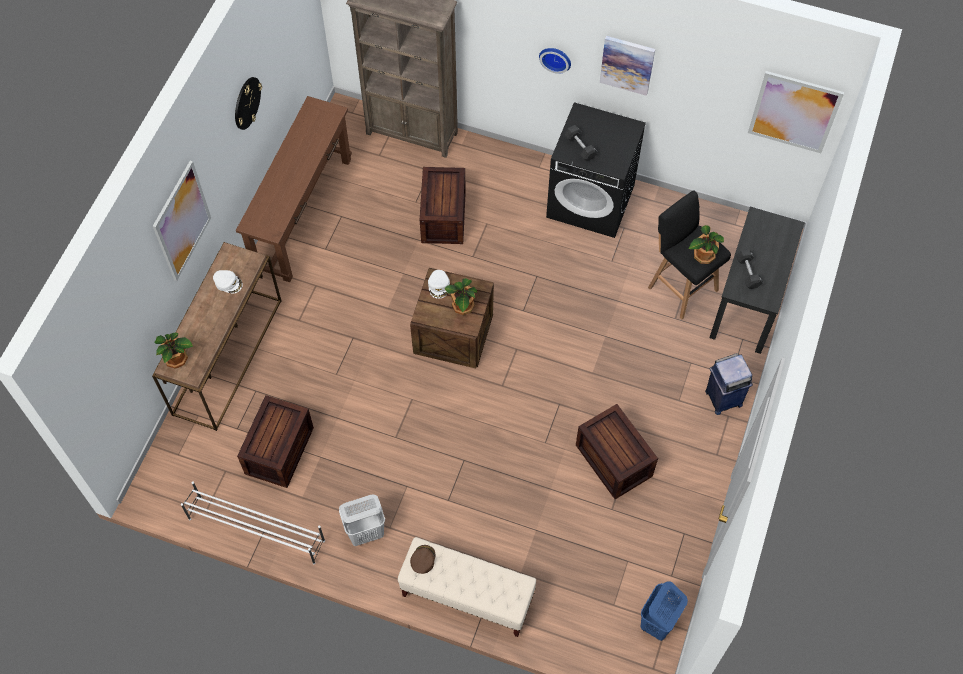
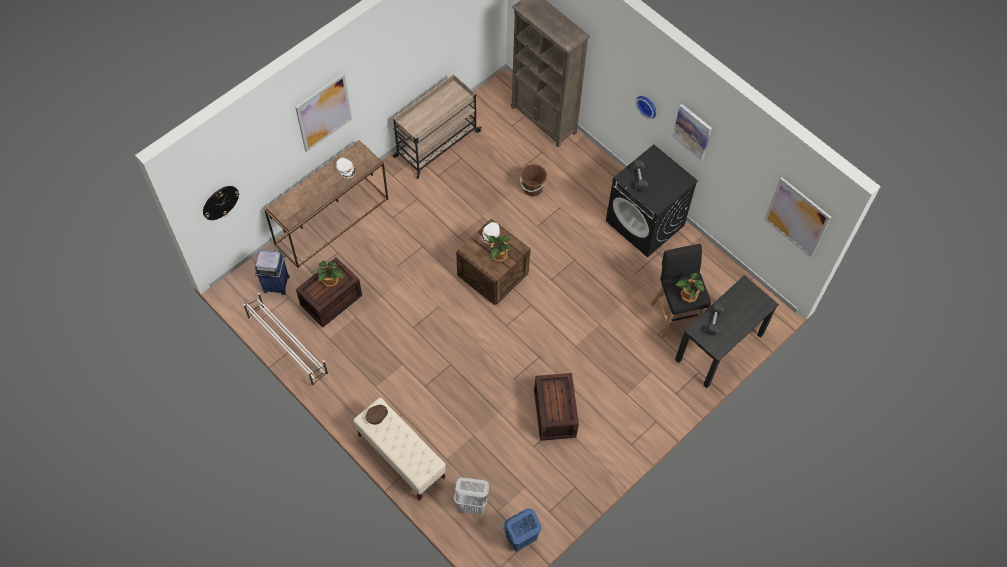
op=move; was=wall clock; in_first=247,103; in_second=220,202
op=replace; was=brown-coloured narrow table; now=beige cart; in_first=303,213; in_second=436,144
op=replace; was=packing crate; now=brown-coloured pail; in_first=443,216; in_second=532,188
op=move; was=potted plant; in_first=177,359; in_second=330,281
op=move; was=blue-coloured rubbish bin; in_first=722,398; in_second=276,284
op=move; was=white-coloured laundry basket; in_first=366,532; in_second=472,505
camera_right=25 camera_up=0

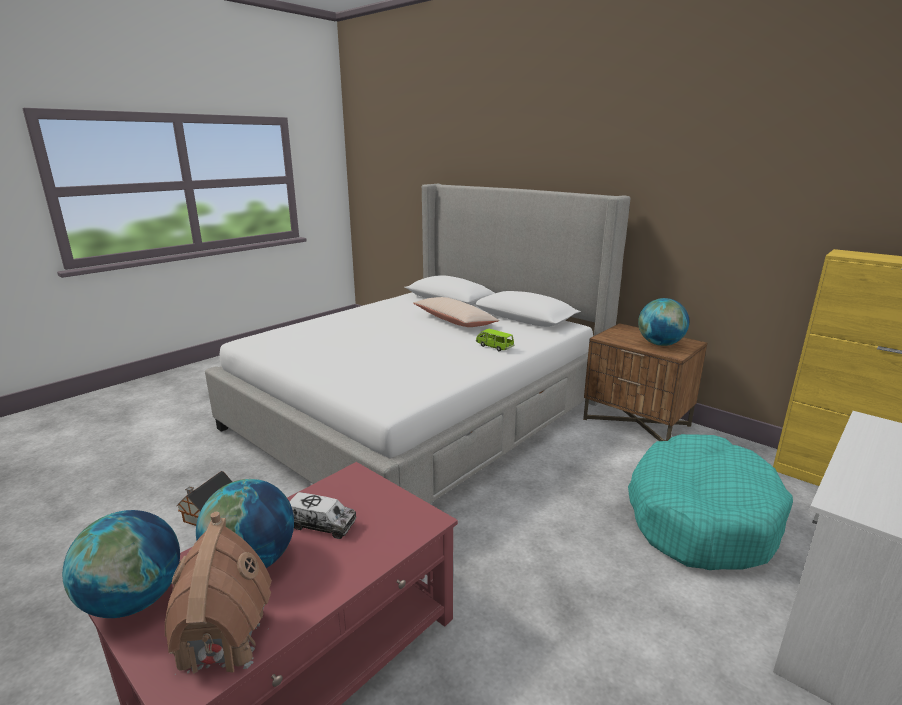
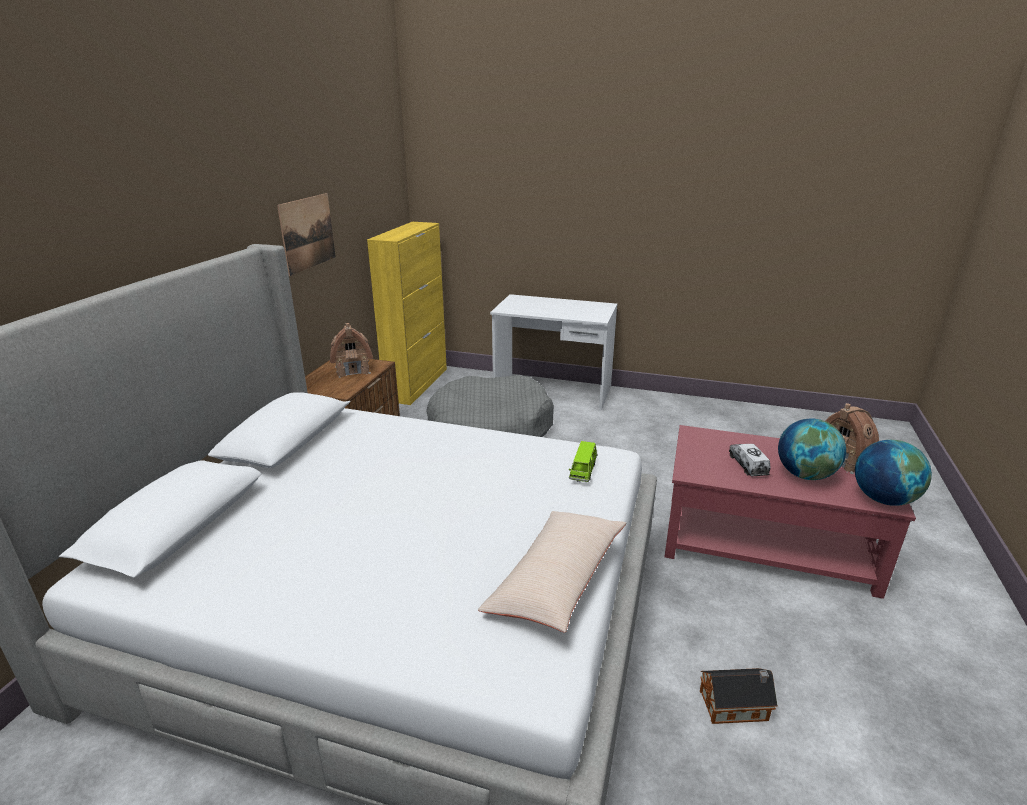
op=move; was=beige cushion; in_first=454,321; in_second=557,579
op=replace; was=desk globe; now=miniature house; in_first=660,344; in_second=352,370
op=move; was=green miniature car; in_first=494,347; in_second=583,471
op=recolor; was=turquoise pet bed; now=gray pet bed; in_first=700,516; in_second=490,427
op=insert; now=wall picture; in_second=308,233
camera_right=-115 camera_up=5

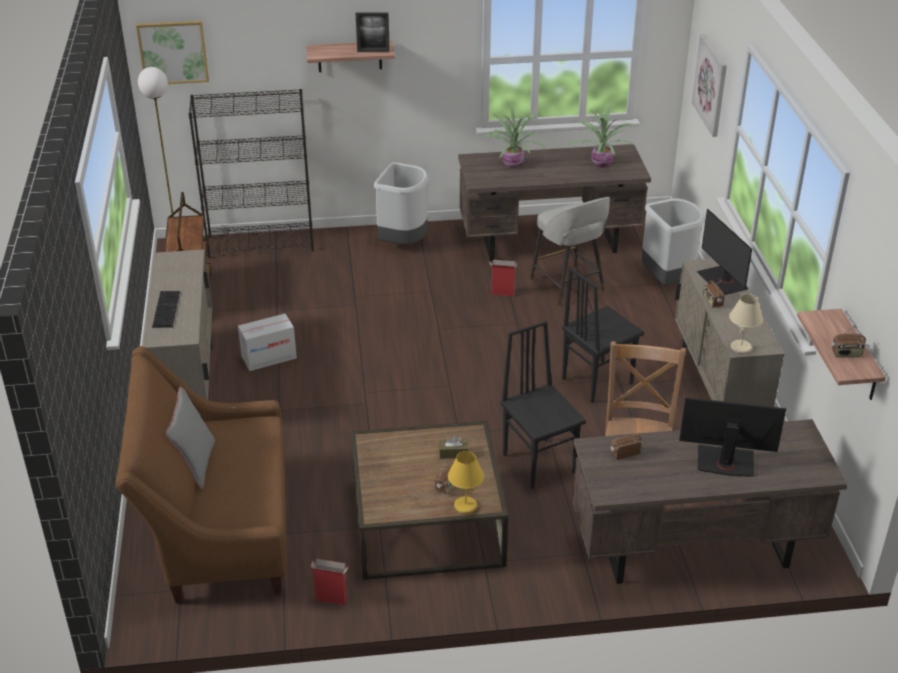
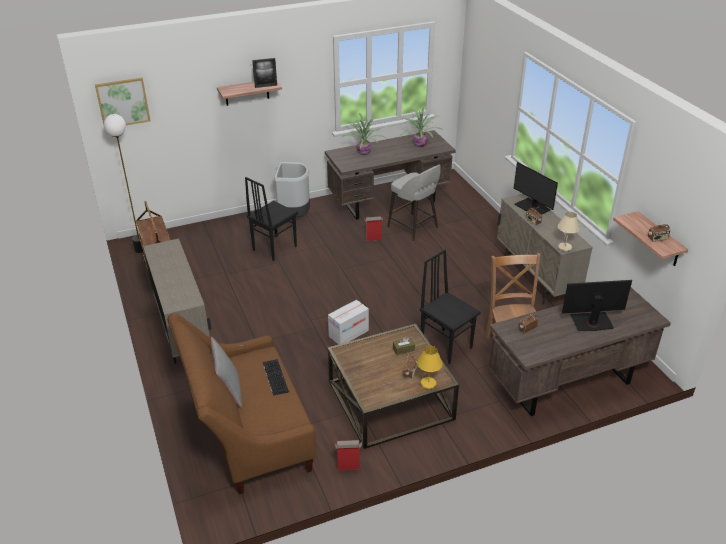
op=delete; was=wall picture; in_first=711,84
op=delete; was=black-coloured bookshelf; in_first=261,243
op=delete; was=gray rubbish bin; in_first=667,281
op=move; was=black-coloured upright chair; in_first=596,381; in_second=274,248
op=move; was=computer keyboard; in_first=165,309; in_second=274,377
op=move; was=cardboard box; in_first=269,357; in_second=348,333
camera_right=-15 camera_up=0

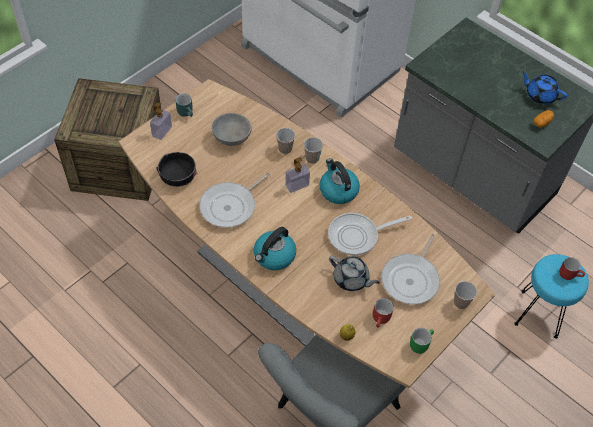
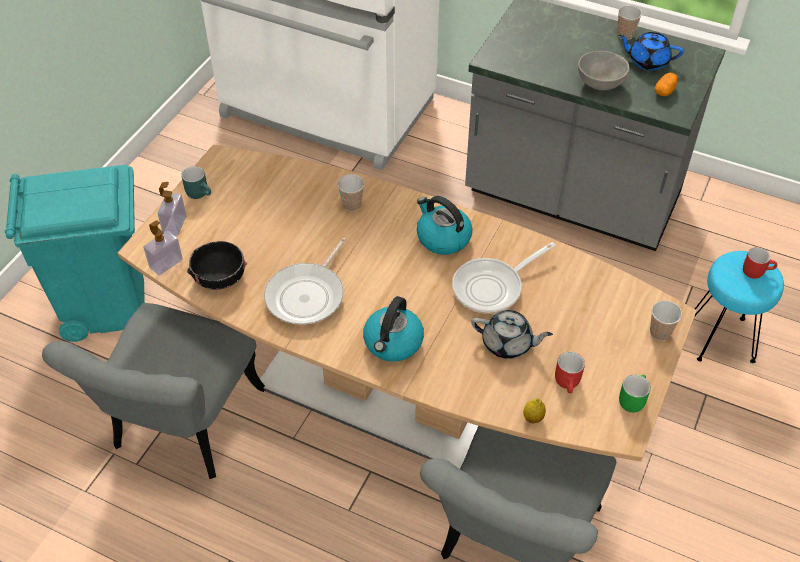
op=replace; was=packing crate; now=turquoise rubbish bin; in_first=119,165; in_second=106,303
op=move; was=gray bowl; in_first=231,138; in_second=599,83
op=move; was=small cup; in_first=312,158; in_second=625,35
op=move; was=liquid soap bottle; in_first=297,185; in_second=166,263
op=delete; was=pan; in_first=411,279
op=insert; now=gray upright chair; in_second=181,431
camera_right=-15 camera_up=-5

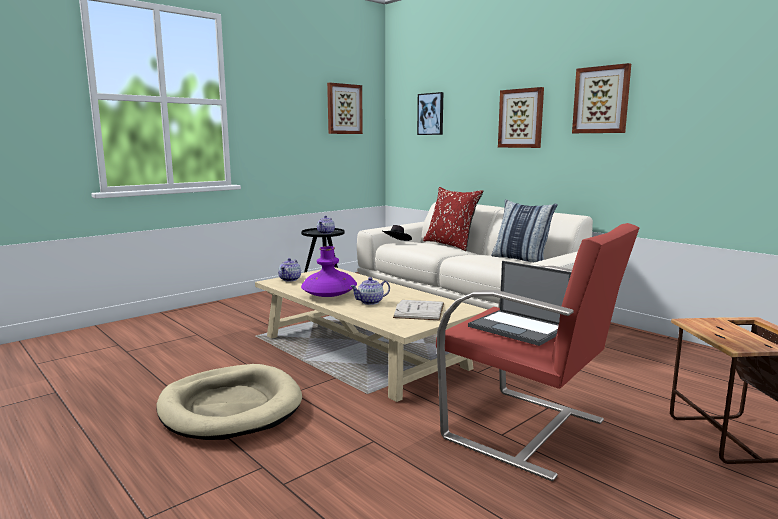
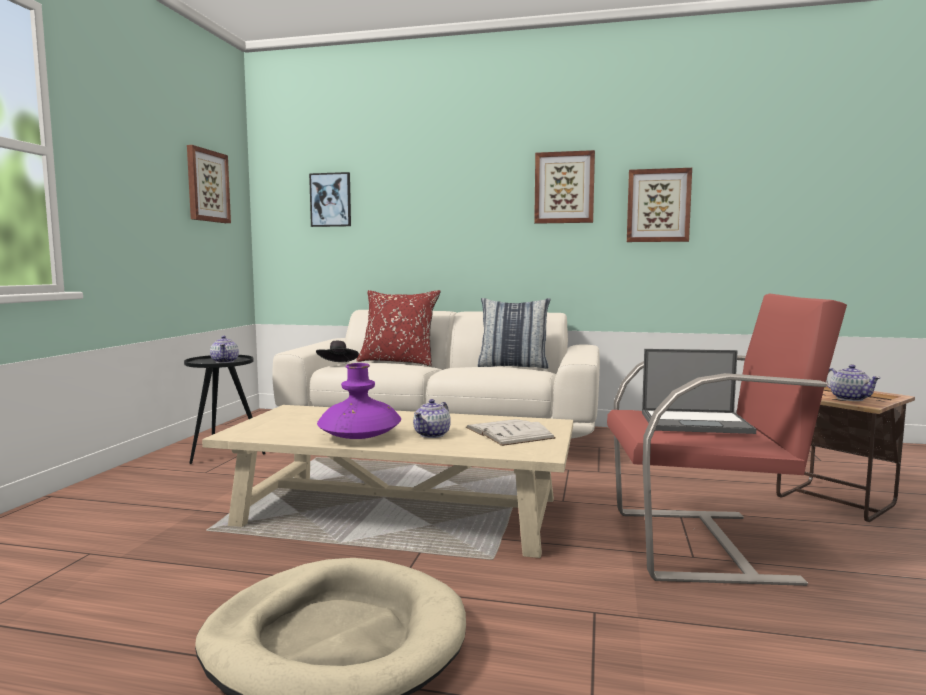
op=move; was=wall picture; in_first=521,118; in_second=658,205
op=move; was=pot for tea; in_first=290,279; in_second=849,398
camera_right=-35 camera_up=-5

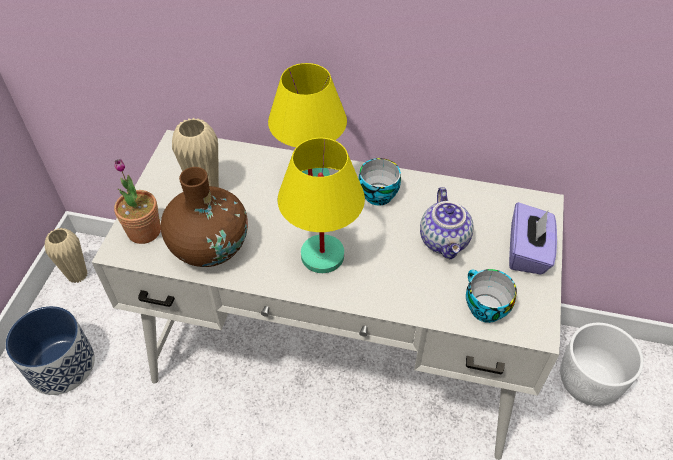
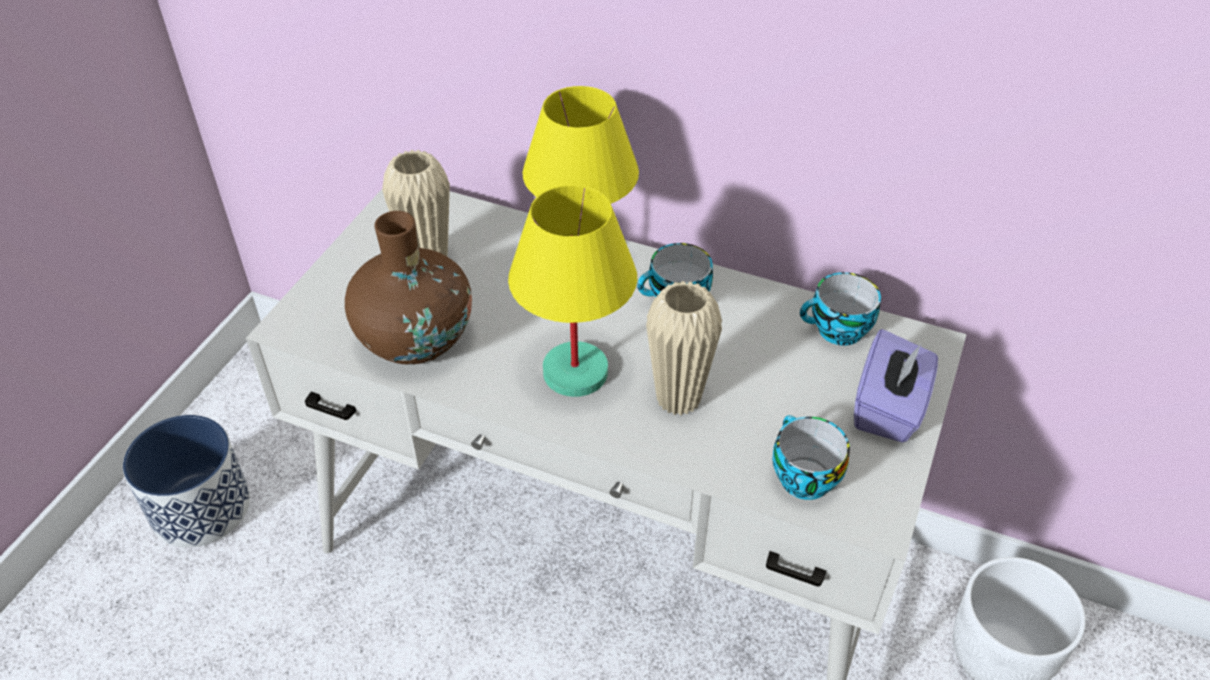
op=delete; was=potted plant; in_first=144,231
op=delete; was=pot for tea; in_first=445,241
op=move; was=beige vase; in_first=77,275; in_second=678,399
op=insert; now=small cup; in_second=837,331
camera_right=10 camera_up=-5

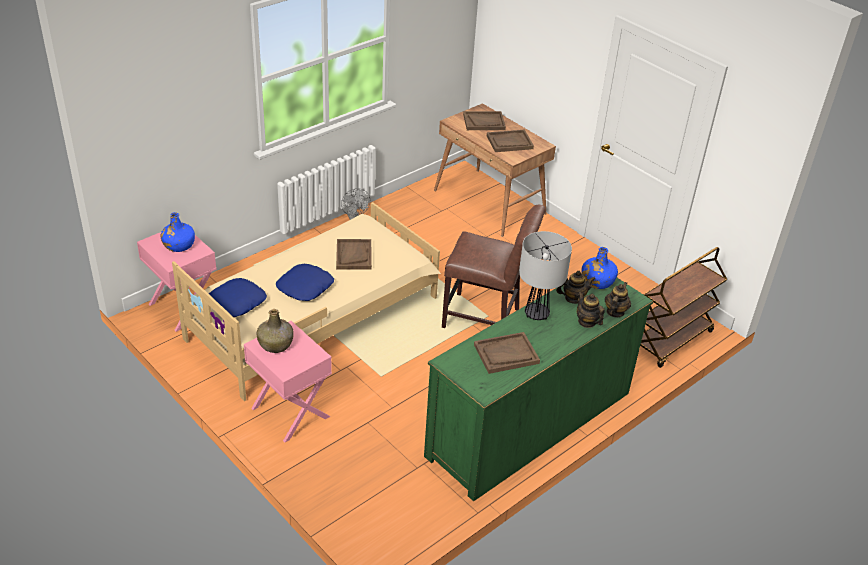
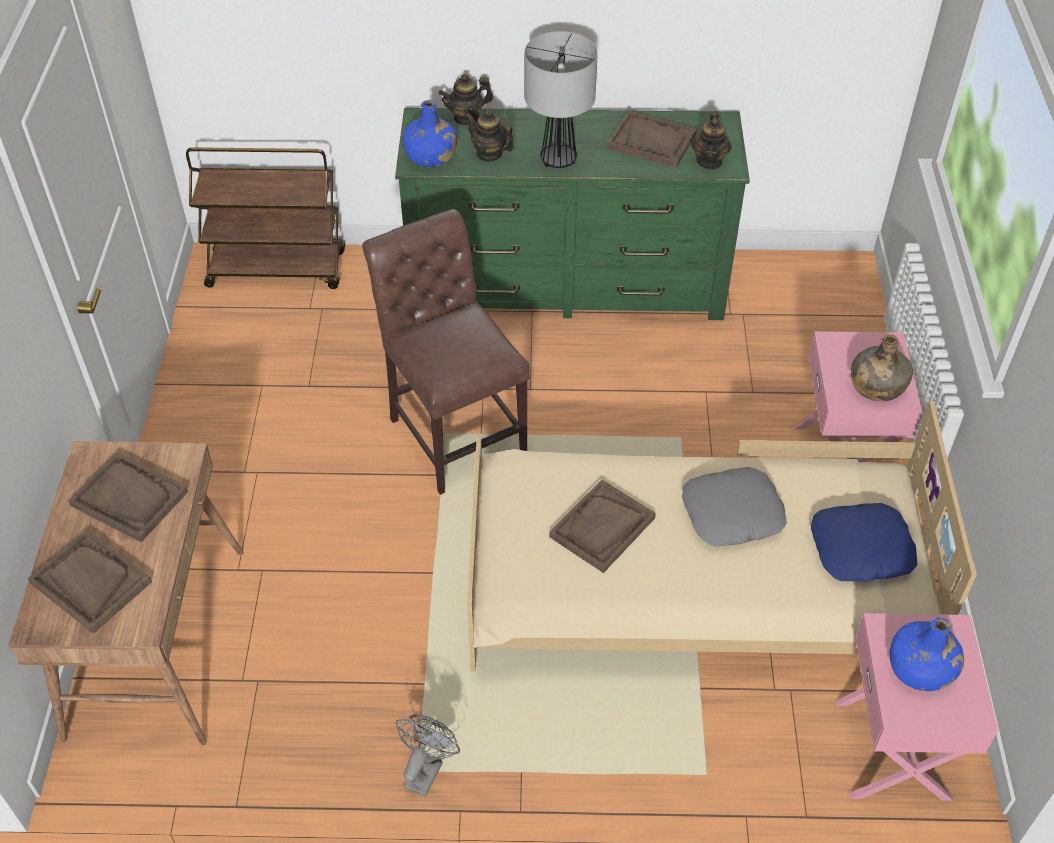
op=recolor; was=blue-coloured cushion; now=gray cushion; in_first=304,287; in_second=732,514
op=move; was=pot for tea; in_first=587,322; in_second=709,161
camera_right=-135 camera_up=10

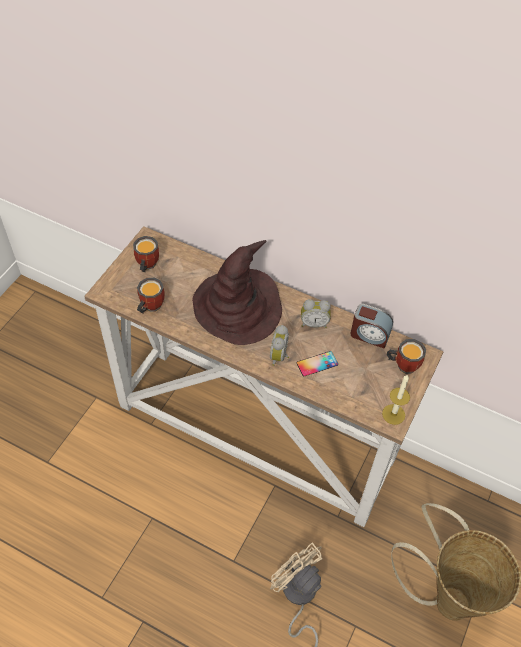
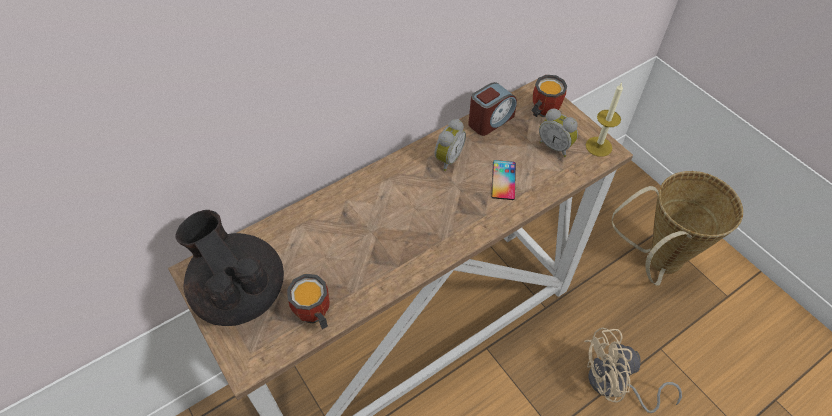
op=replace; was=tea mug; now=black-coloured pot for tea; in_first=146,265; in_second=240,292
op=delete; was=brown-coloured hat; in_first=238,307
op=move; was=bedside clock; in_first=280,356; in_second=555,146
camera_right=-60 camera_up=0

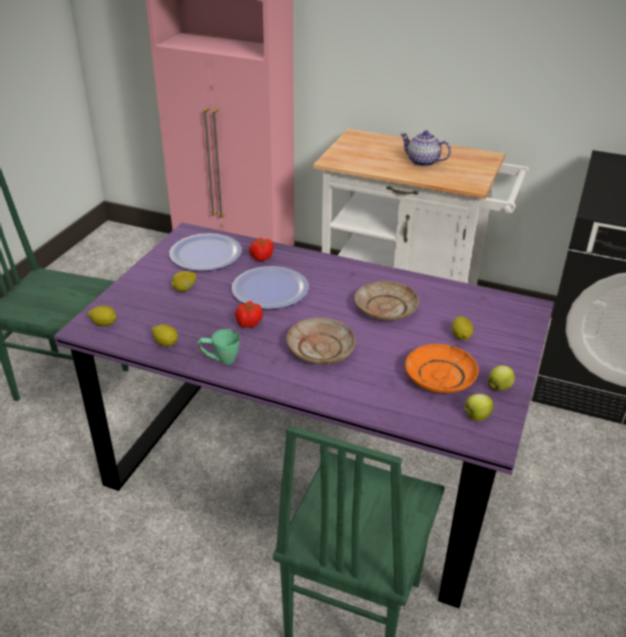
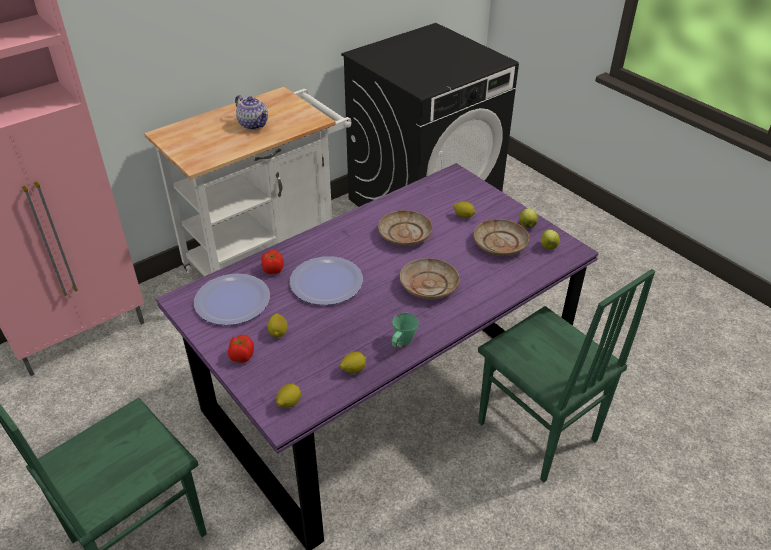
op=rotate; was=pot for tea; in_first=422,162; in_second=254,124; clockwise=-105
op=move; was=fresh tomato; in_first=249,323; in_second=242,356
op=recolor; was=orangey flat dish; now=beige flat dish; in_first=439,377; in_second=500,244
camera_right=-60 camera_up=5

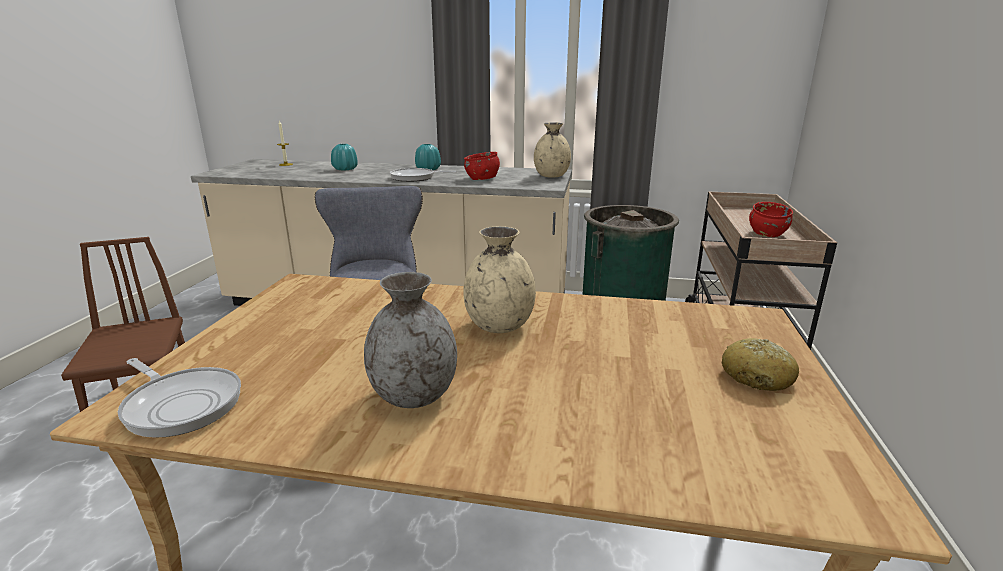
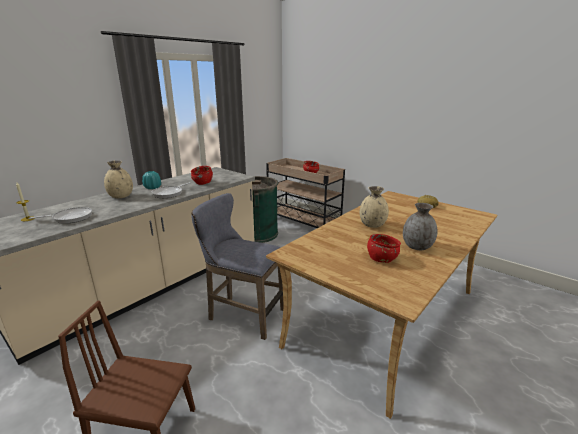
op=move; was=beige vase; in_first=551,176; in_second=121,196
op=delete; was=turquoise vase; in_first=345,169
op=move; was=pan; in_first=181,404; in_second=70,218
op=insert; now=reddish bowl; in_second=382,259
camera_right=-60 camera_up=0

